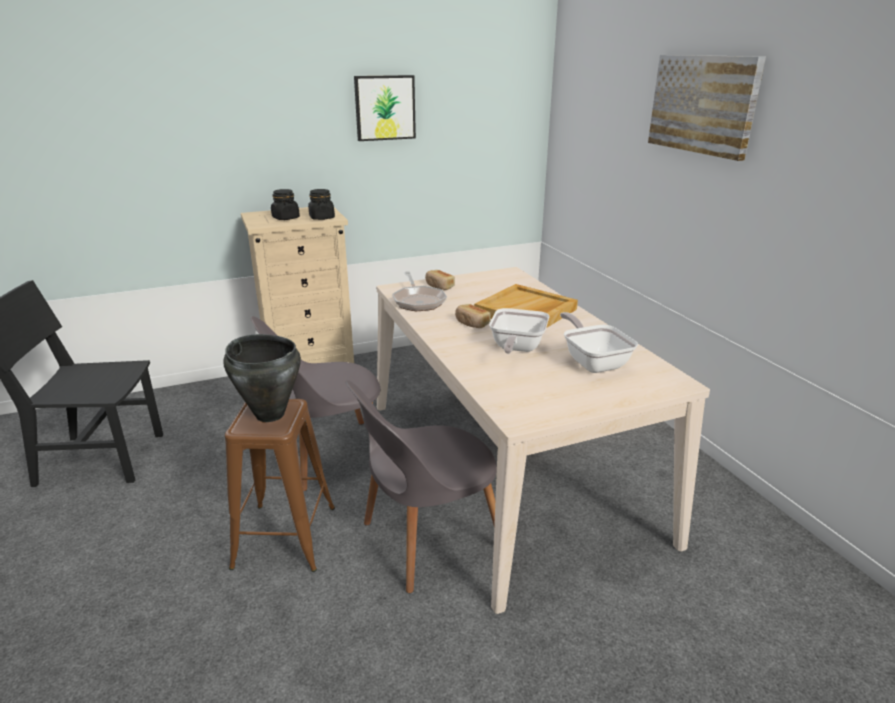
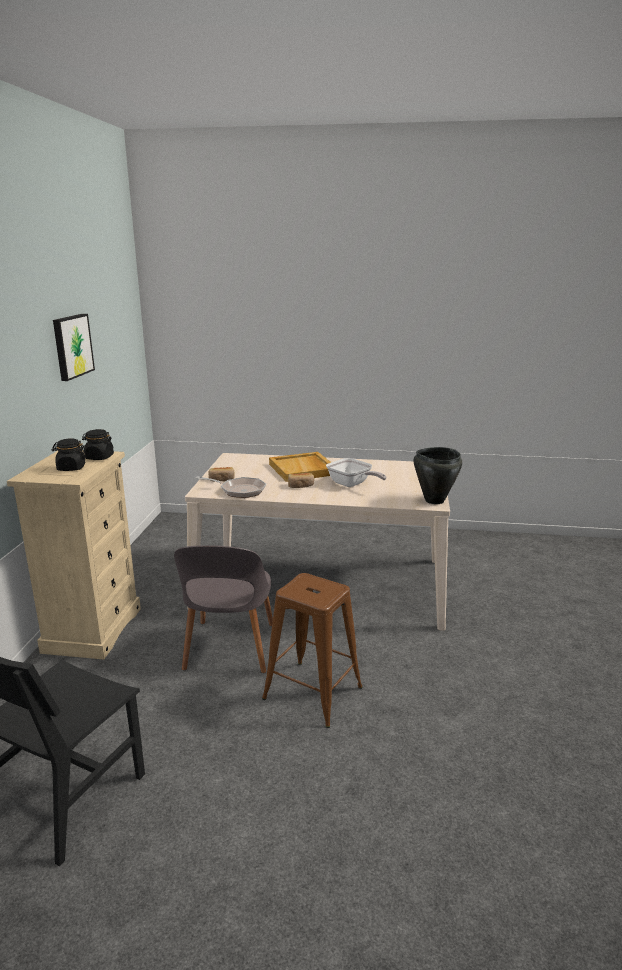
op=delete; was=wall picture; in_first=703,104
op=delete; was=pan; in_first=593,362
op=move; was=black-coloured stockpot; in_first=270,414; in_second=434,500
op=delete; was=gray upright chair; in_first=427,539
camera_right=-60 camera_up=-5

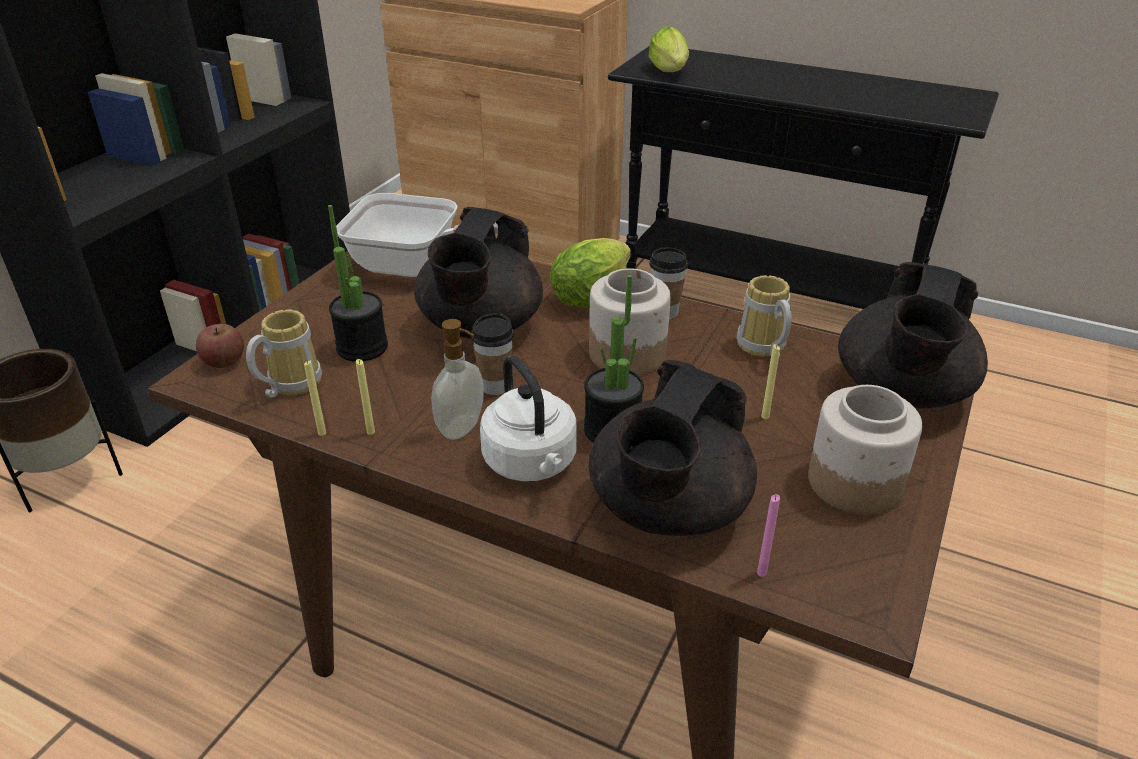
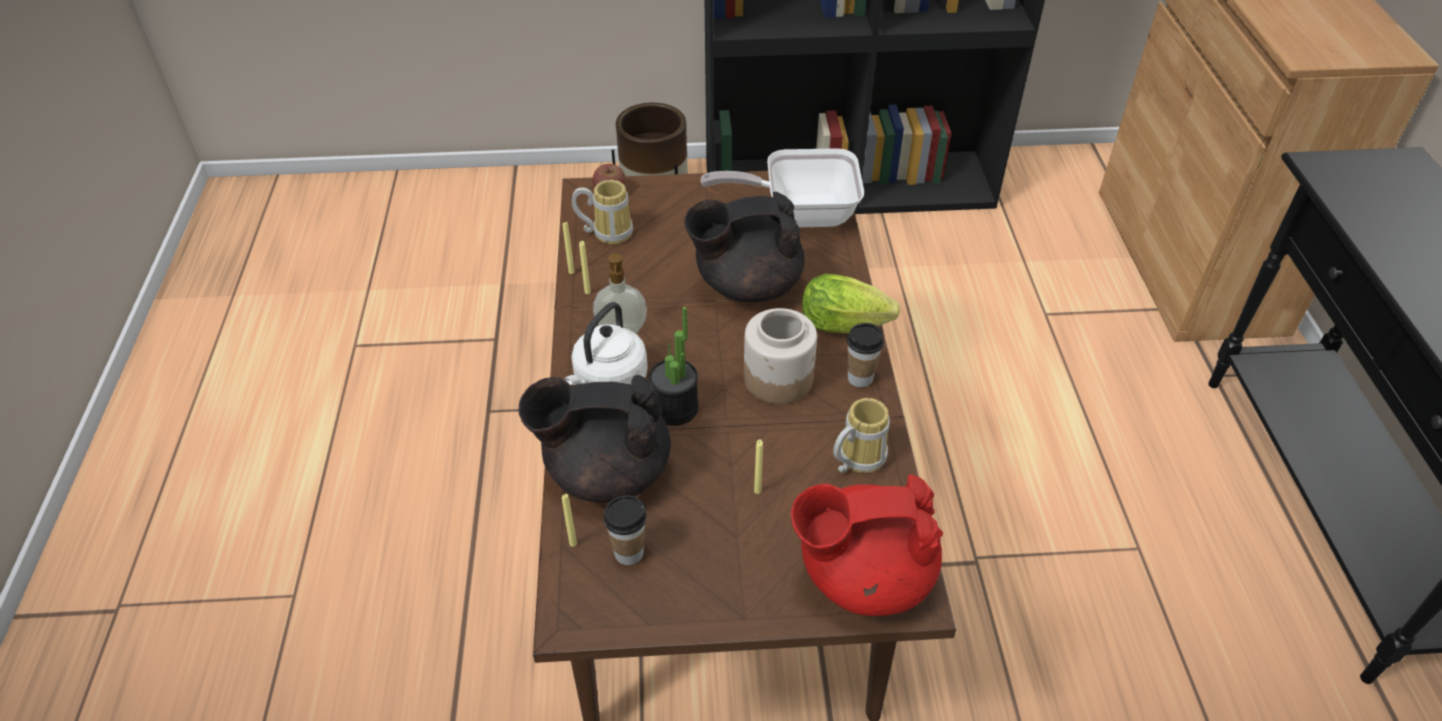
op=delete; was=lettuce; in_first=670,73
op=rotate; was=pan; in_first=415,266; in_second=799,212; clockwise=105
op=delete; was=potted plant; in_first=362,347
op=recolor; was=black-coloured pot for tea; now=reddish pot for tea; in_first=901,393; in_second=862,575
op=move; was=small cup; in_first=495,386; in_second=629,553
op=delete; was=storage jar; in_first=853,483
op=recolor; was=pinkish wax light; now=yellow wax light; in_first=761,573; in_second=573,543
camera_right=60 camera_up=10

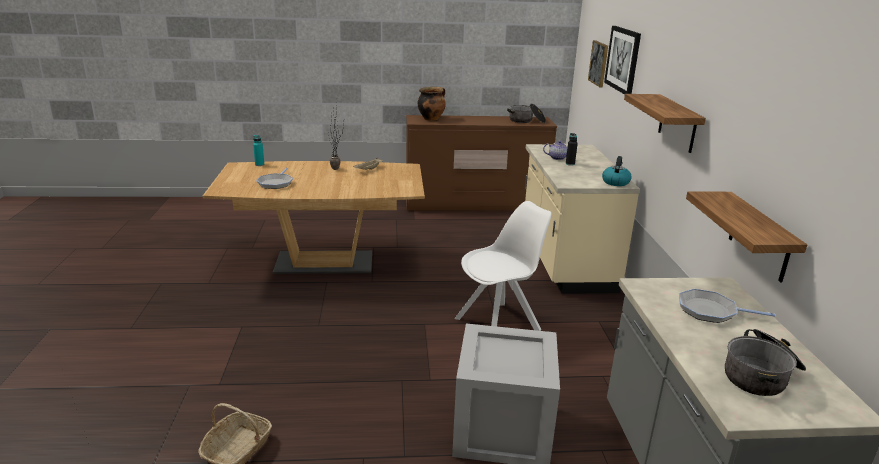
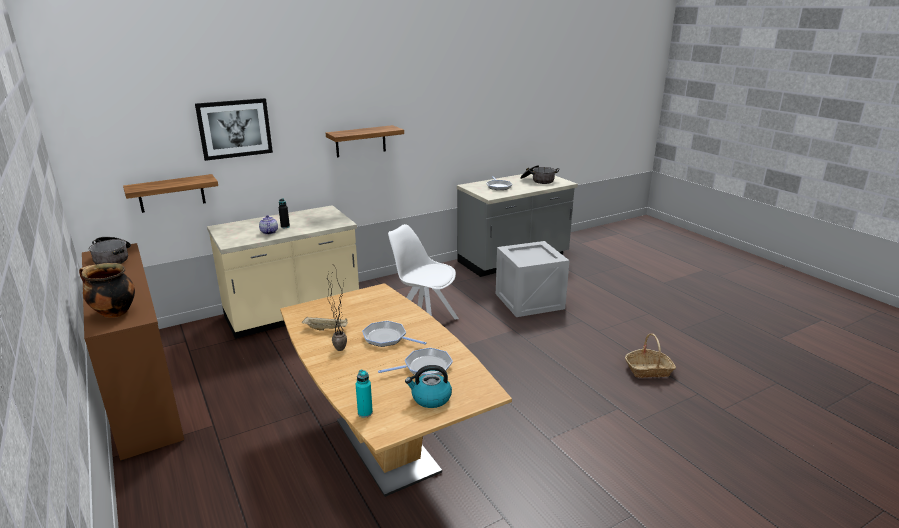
op=delete; was=wall picture; in_first=599,63
op=move; was=kettle; in_first=615,182; in_second=430,398
op=move; was=bracket shelf; in_first=759,237; in_second=171,193
op=insert; now=pan; in_second=387,338
camera_right=-115 camera_up=0

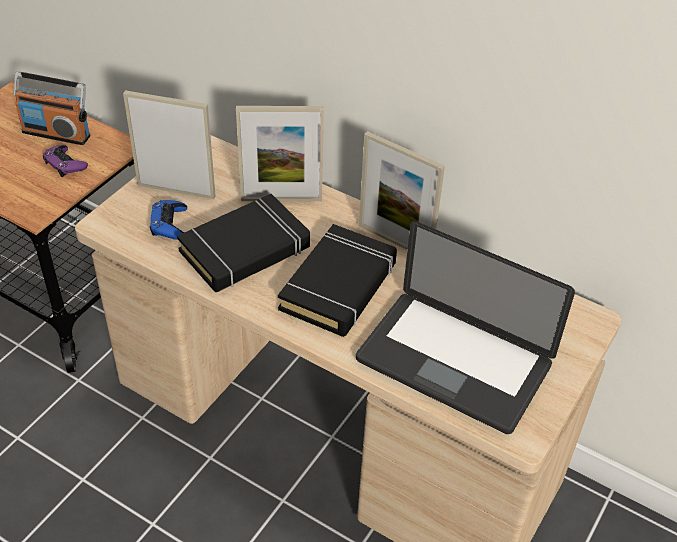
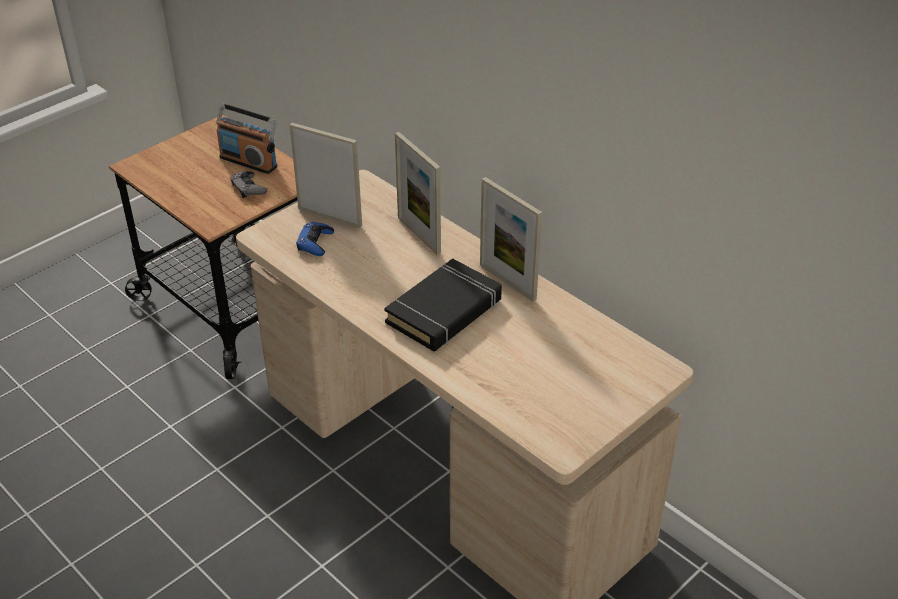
op=rotate; was=picture frame; in_first=281,199; in_second=419,235; clockwise=45
op=recolor; was=purple-coloured gamepad; now=gray gamepad; in_first=65,164; in_second=248,188
op=delete; was=black-coloured bound book; in_first=245,250
op=delete; was=portable computer; in_first=453,362
camera_right=15 camera_up=-5

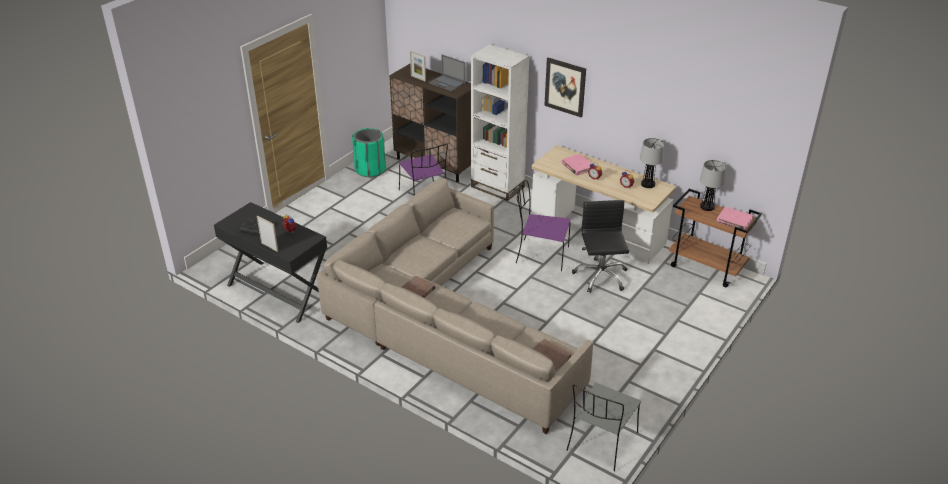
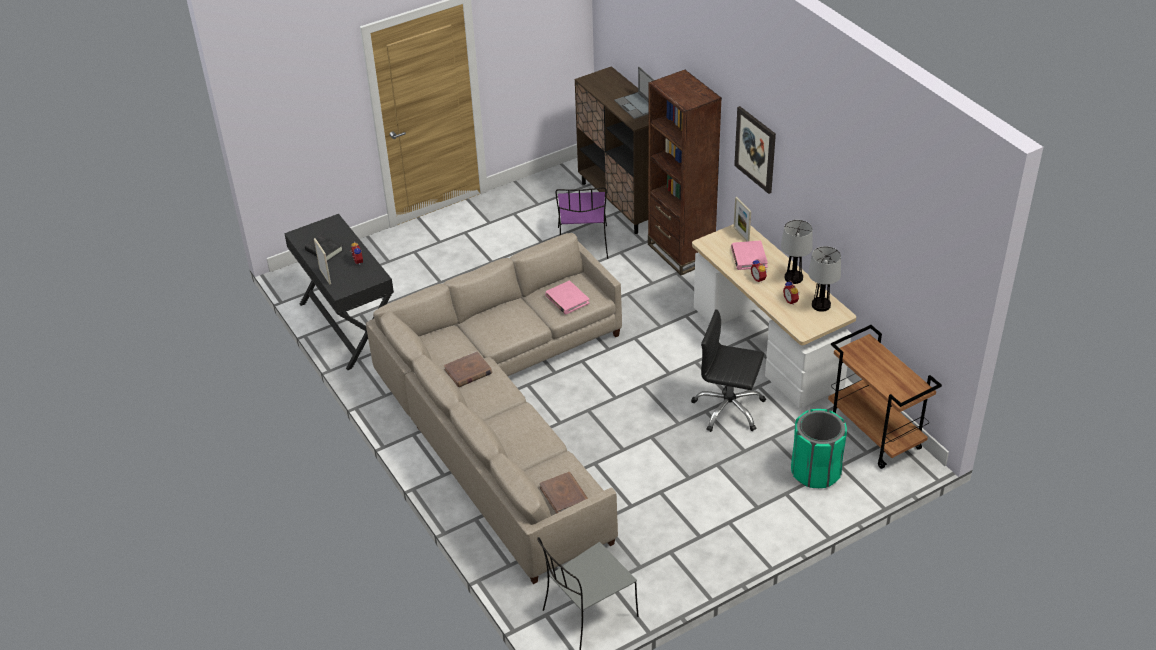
op=recolor; was=white-coloured bookshelf; now=brown-coloured bookshelf; in_first=497,187; in_second=680,253
op=move; was=picture frame; in_first=418,78; in_second=741,234
op=move; was=green rubbish bin; in_first=370,170; in_second=815,471
op=move; was=table lamp; in_first=707,207; in_second=794,278
op=delete; was=purple-coloured upright chair; in_first=540,255
op=rotate; was=black-coloured office chair; in_first=600,276; in_second=728,409; clockwise=-90
op=move; was=pinkish bound book; in_first=734,220; in_second=567,299
camera_right=25 camera_up=5

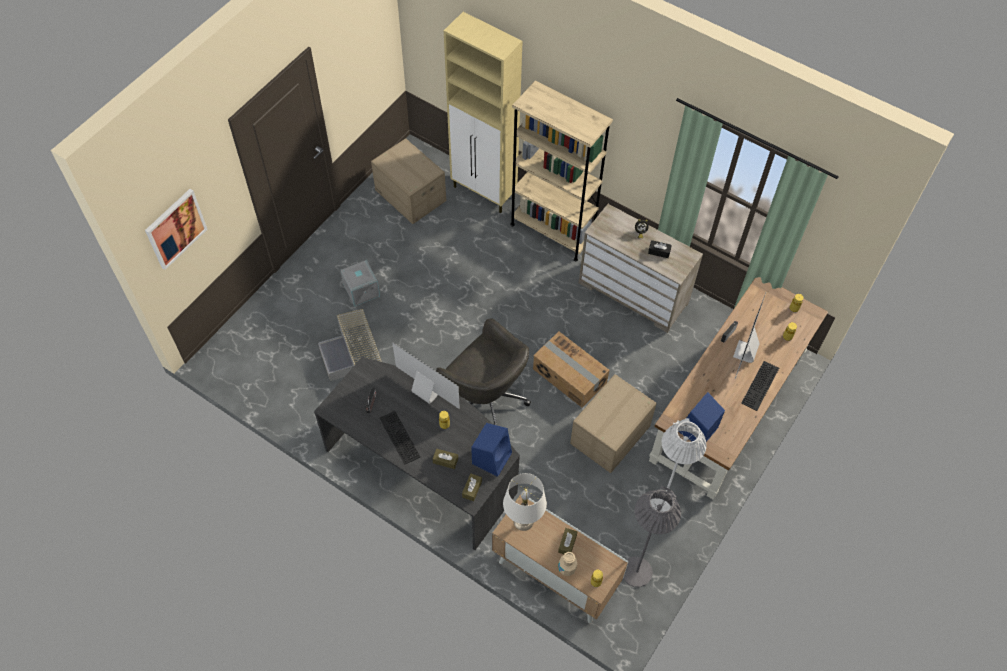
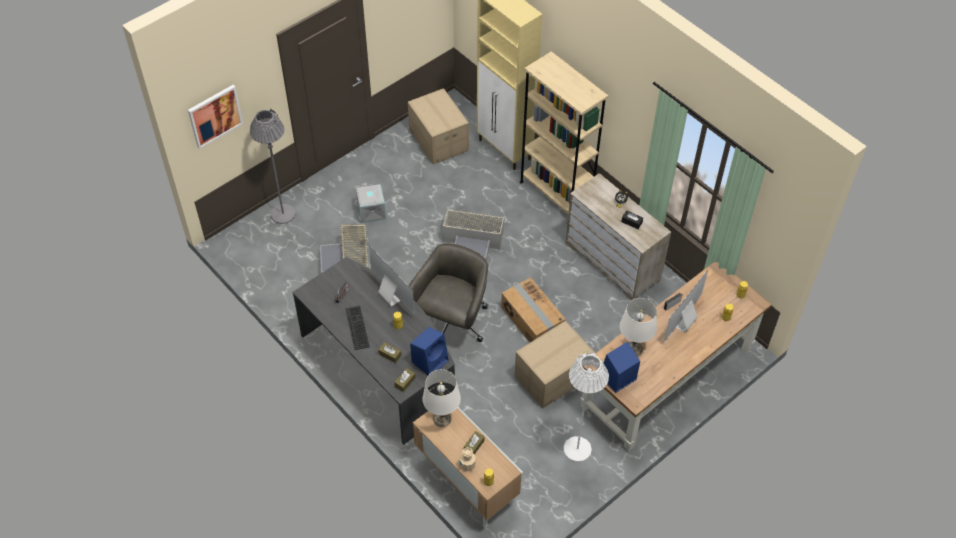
op=rotate; was=gray office chair; in_first=486,398; in_second=452,322; clockwise=-120
op=delete; was=computer keyboard; in_first=761,386
op=move; was=gray standing lamp; in_first=636,572; in_second=283,214
op=insert; now=gray storage container; in_second=473,242
op=insert; now=white-coloured table lamp; in_second=633,349
camera_right=15 camera_up=-5

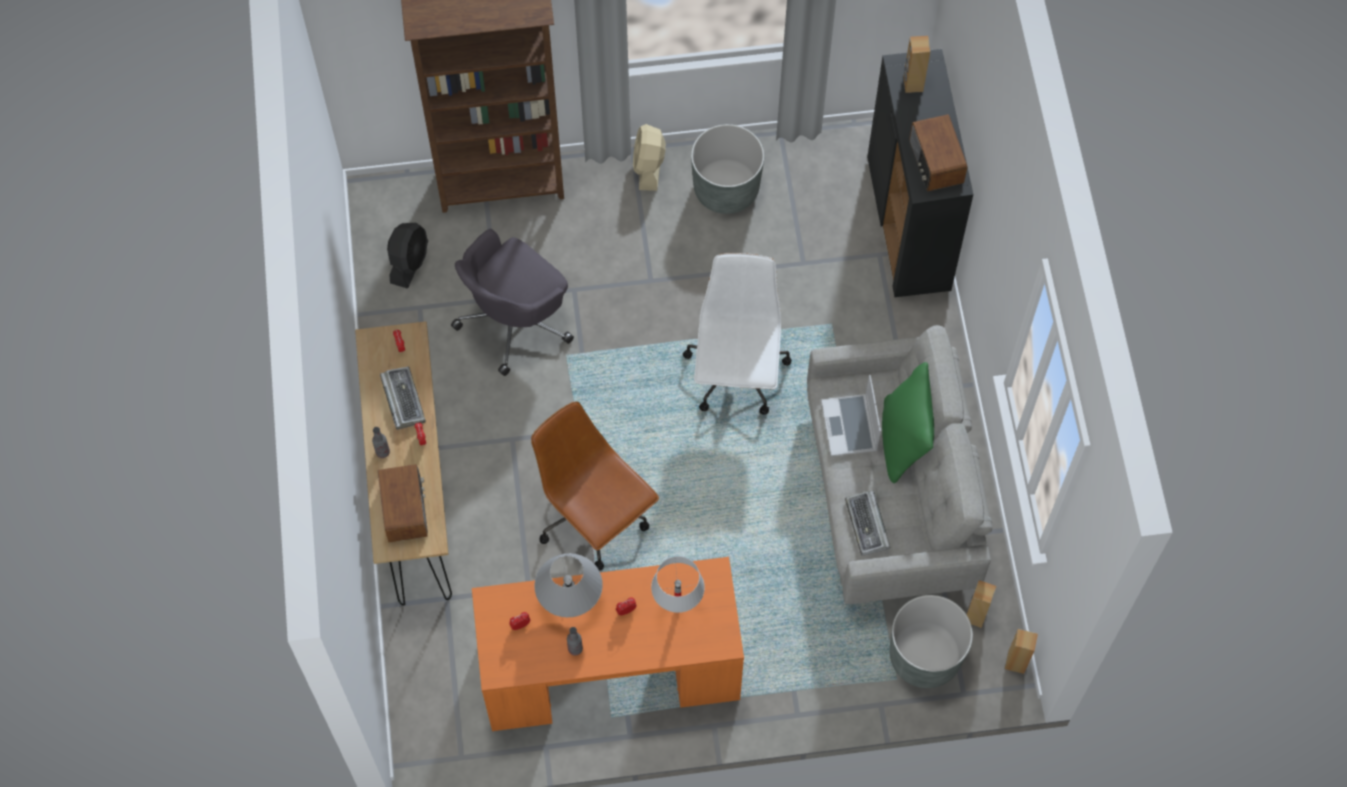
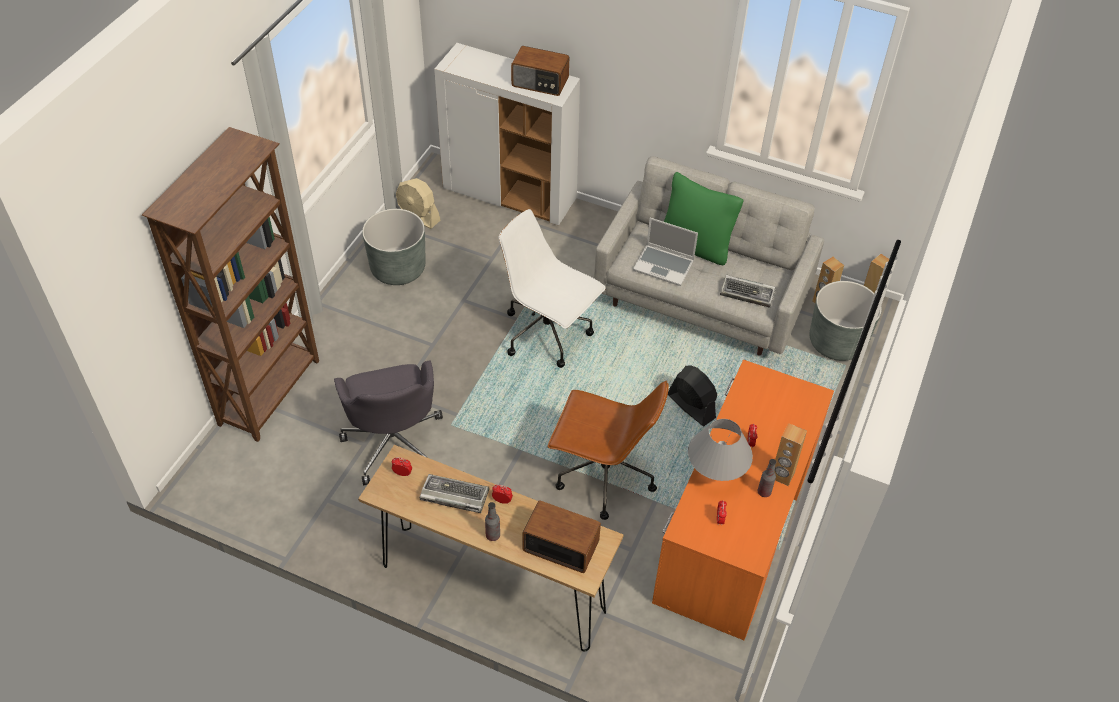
op=move; was=brown-coloured loudspeaker; in_first=912,84; in_second=782,475
op=recolor; was=black-coloured cupboard; now=white-coloured cupboard; in_first=909,225; in_second=510,195
op=move; was=beige fan; in_first=649,166; in_second=418,216
op=move; was=black-coloured fan; in_first=409,262; in_second=691,406
op=rotate; was=brown-coloured office chair; in_first=594,519; in_second=603,476; clockwise=-150
op=delete; was=white-coloured table lamp; in_first=677,609
camera_right=-60 camera_up=-15

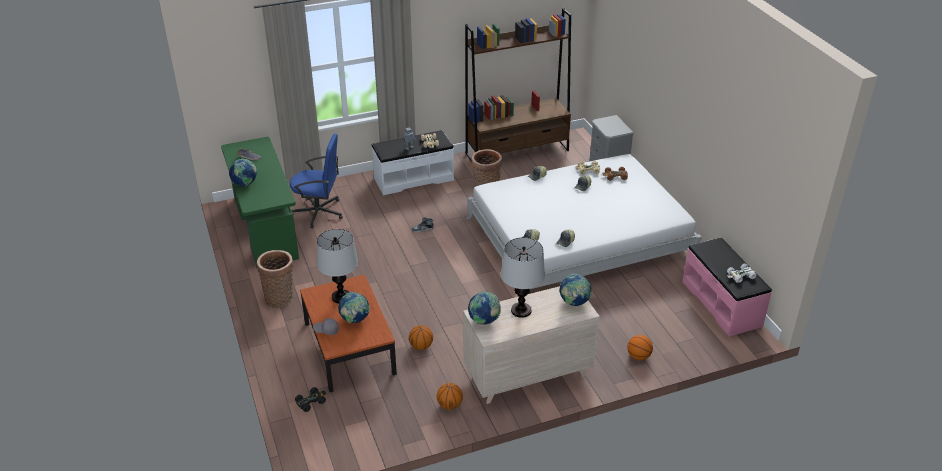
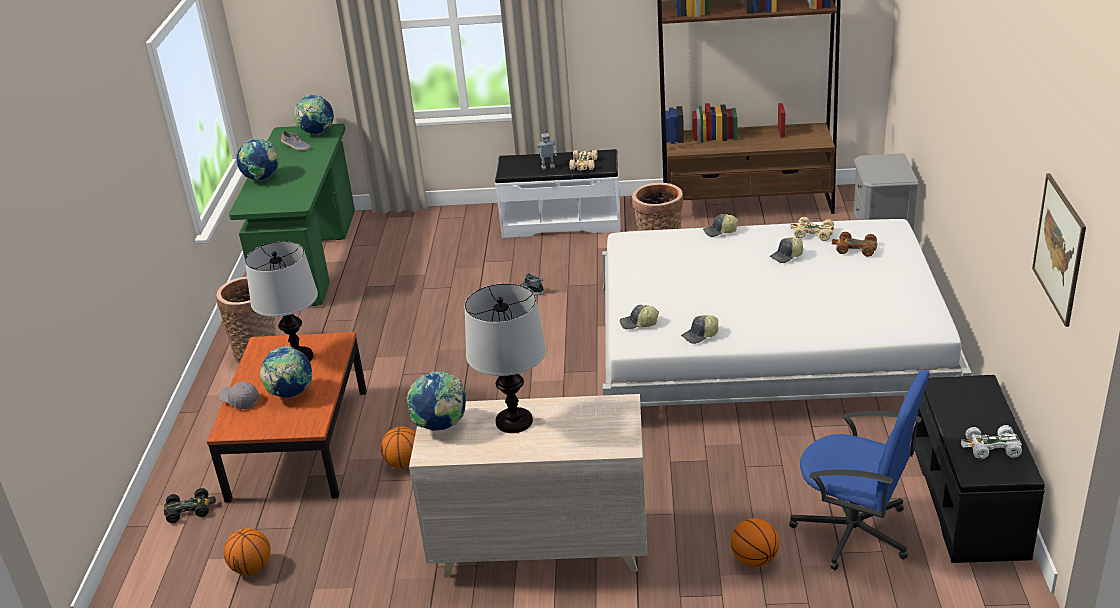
op=move; was=blue-coloured office chair; in_first=319,212; in_second=854,532
op=recolor; was=pinkish long seat; now=black-coloured long seat; in_first=722,303; in_second=970,501
op=move; was=desk globe; in_first=574,303; in_second=317,133
op=move; was=ball for basketball; in_first=449,405; in_second=251,568
op=insert; now=wall picture; in_second=1059,248
camera_right=25 camera_up=-5

